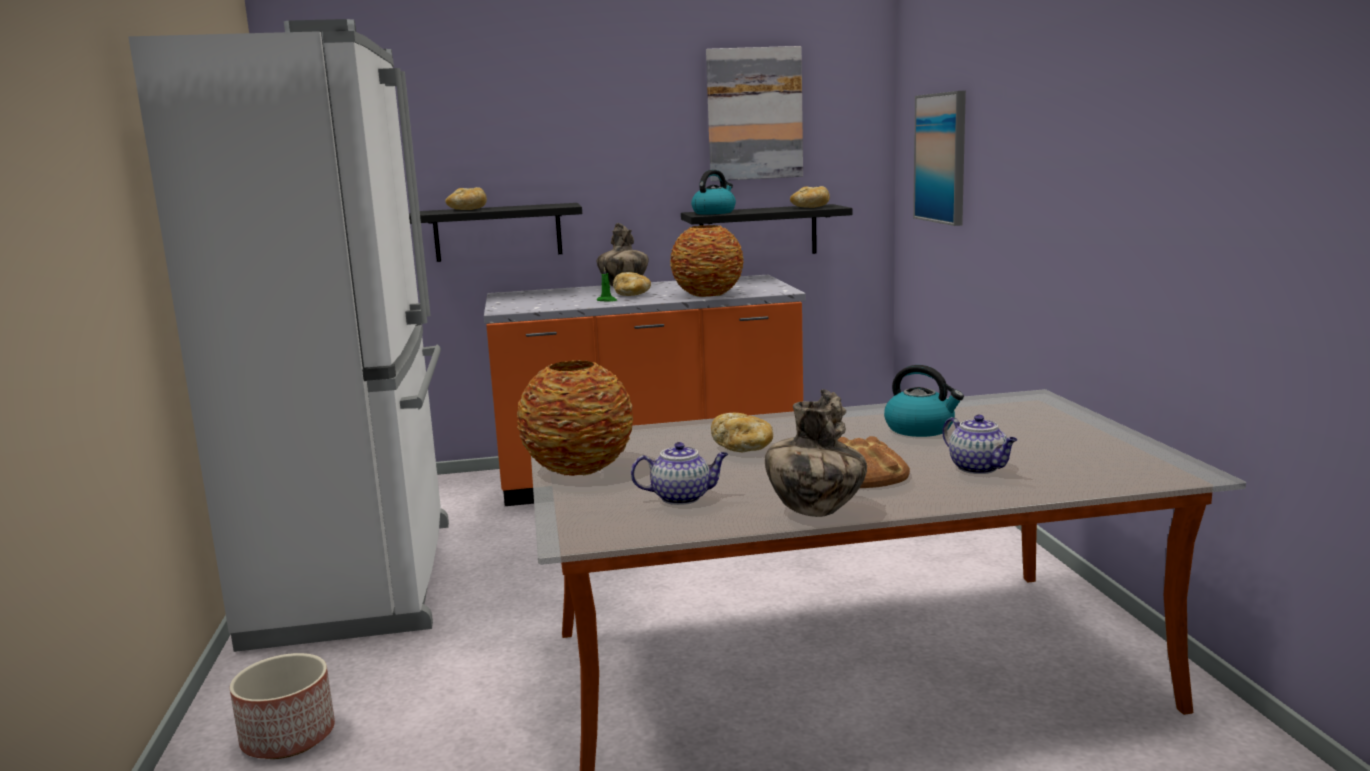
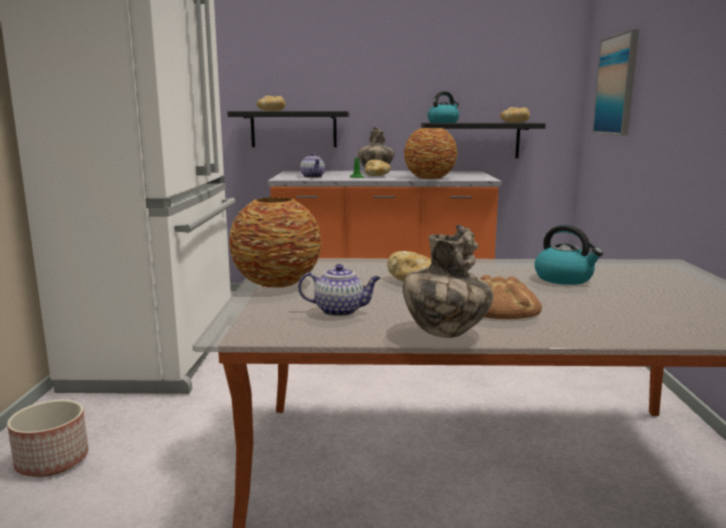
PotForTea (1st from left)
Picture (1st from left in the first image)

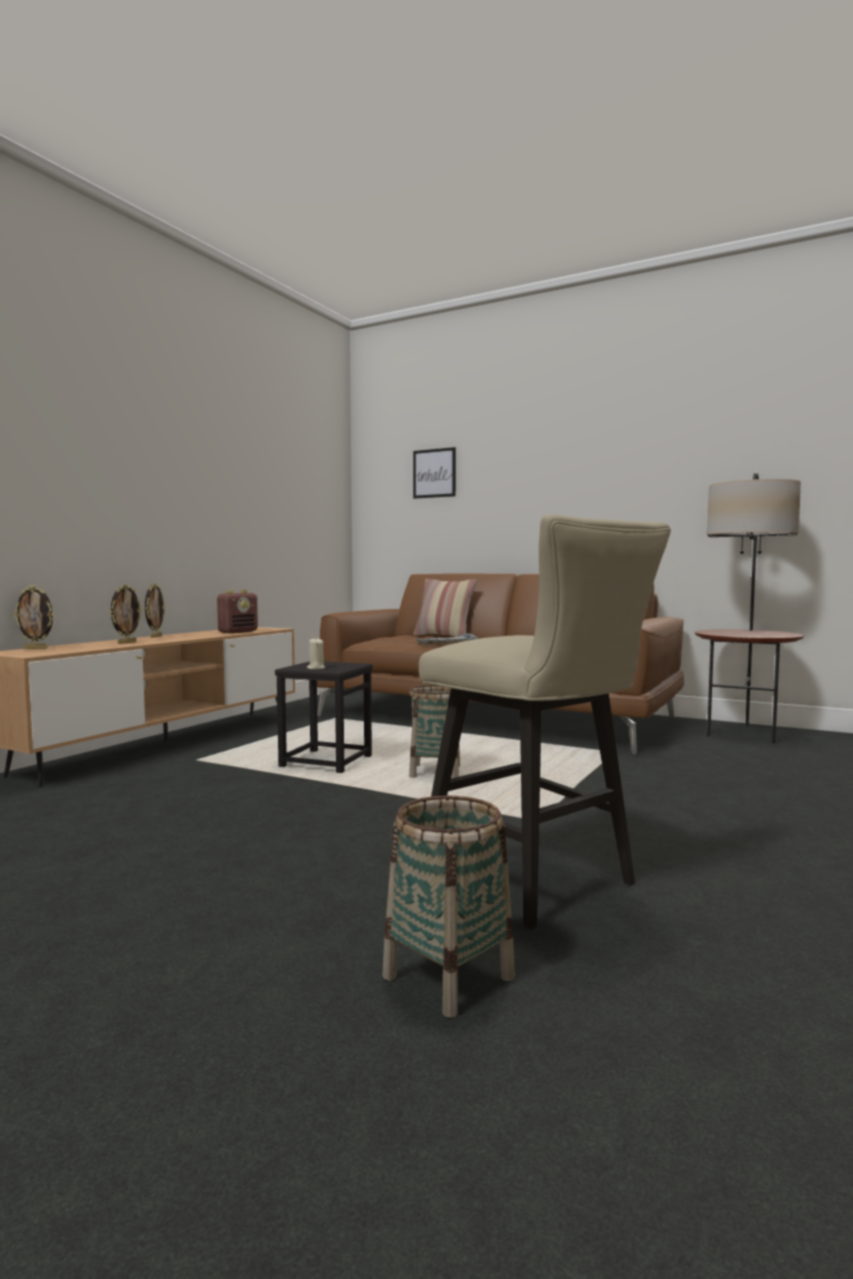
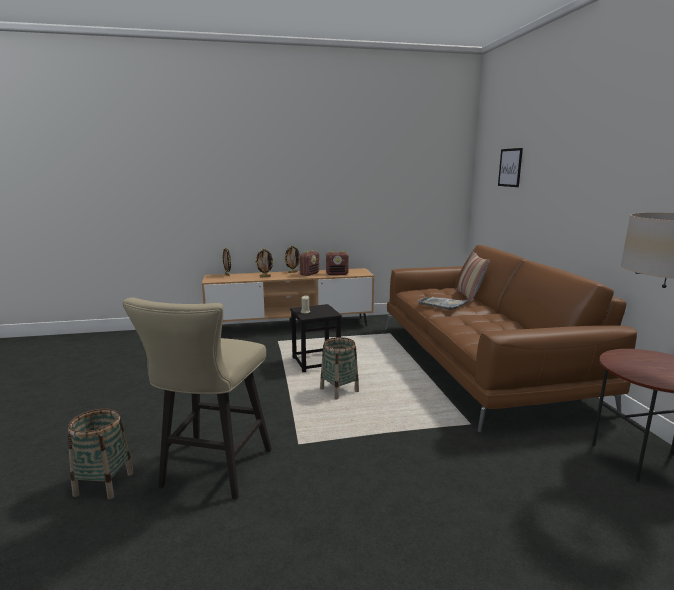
Radio (1st from left)

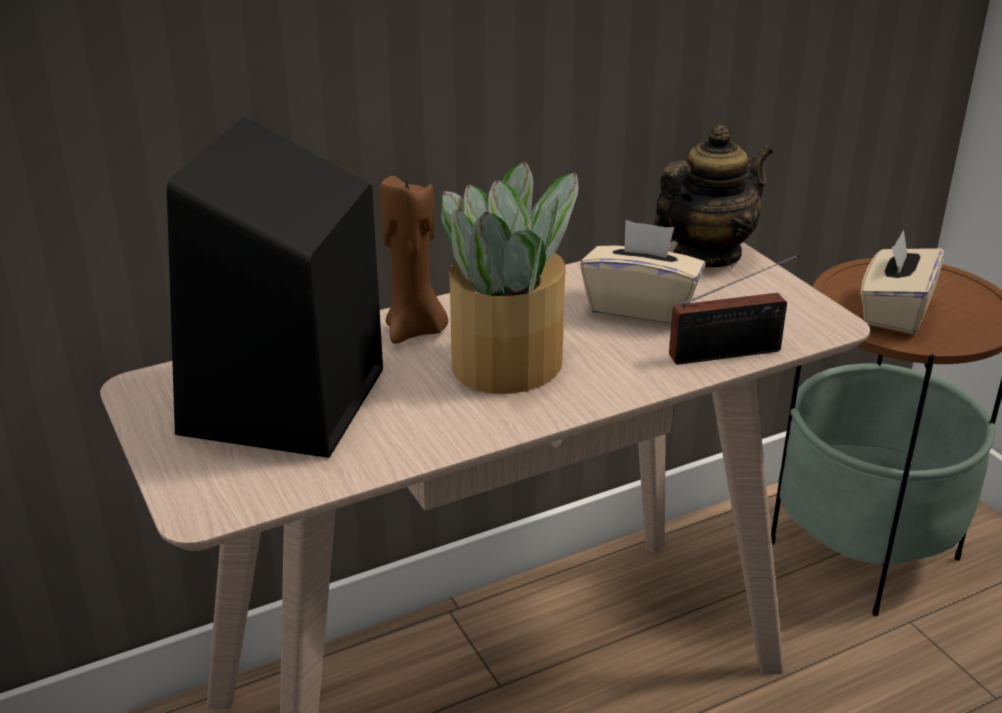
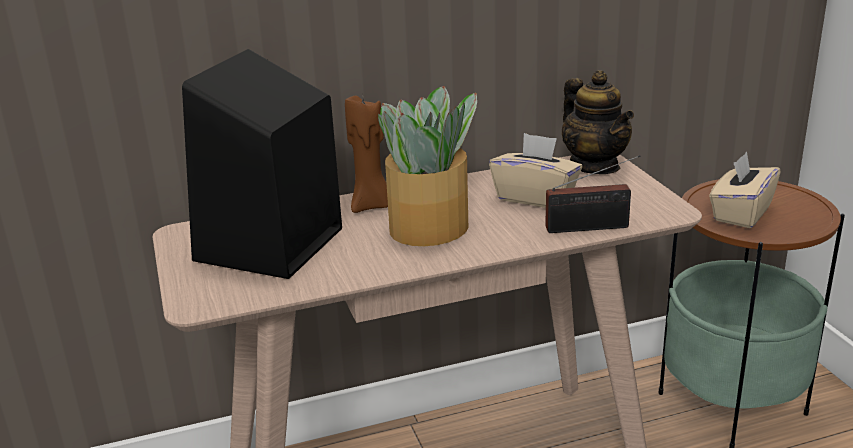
PotForTea

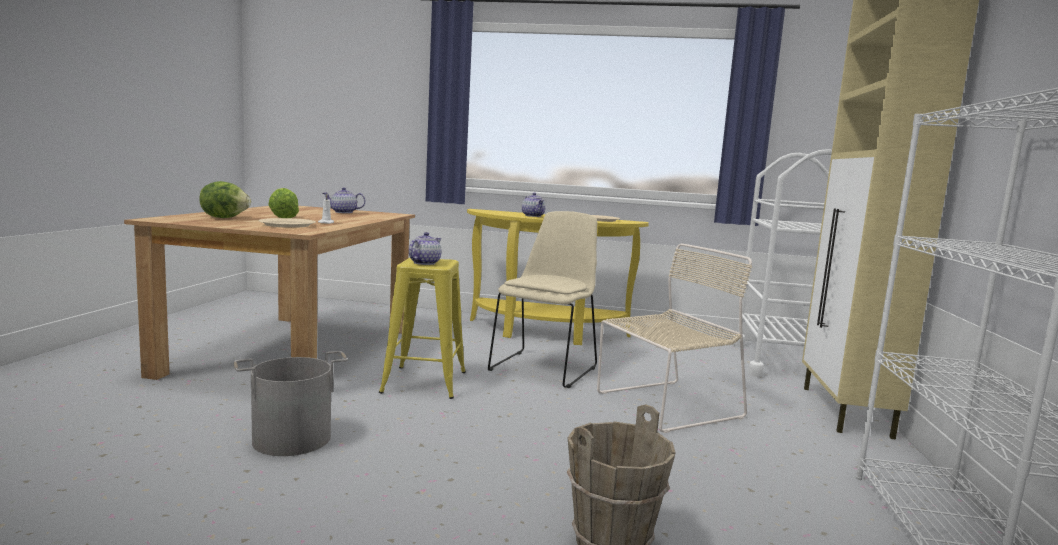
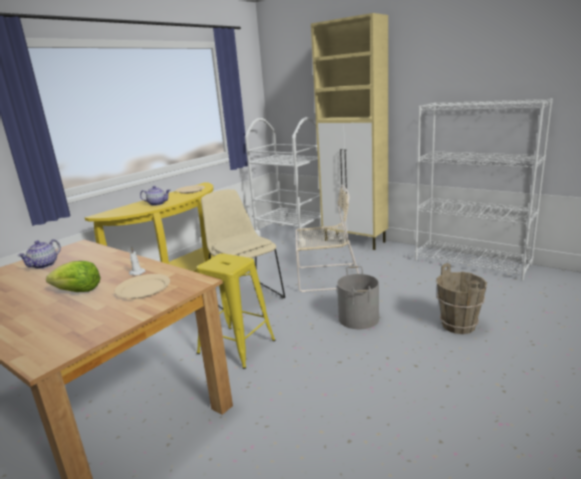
BeigeUprightChair (2nd from left)
GrayBucket
LettuceHead (1st from left in the first image)
PotForTea (2nd from left in the first image)

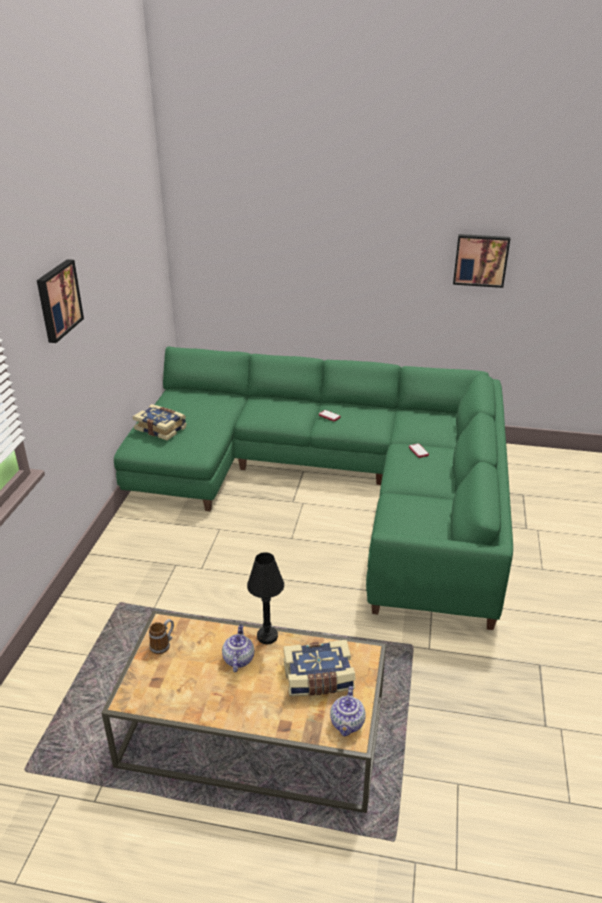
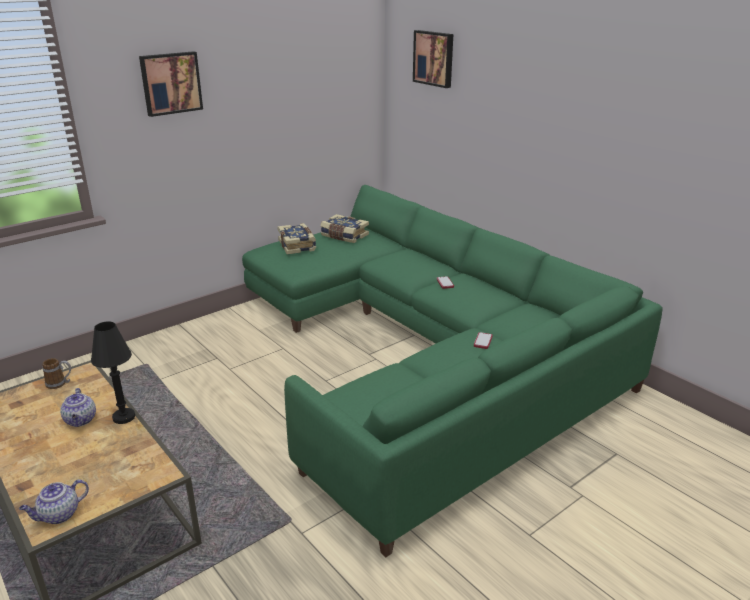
PotForTea (2nd from left)
Volume (2nd from left)
Picture (2nd from left)

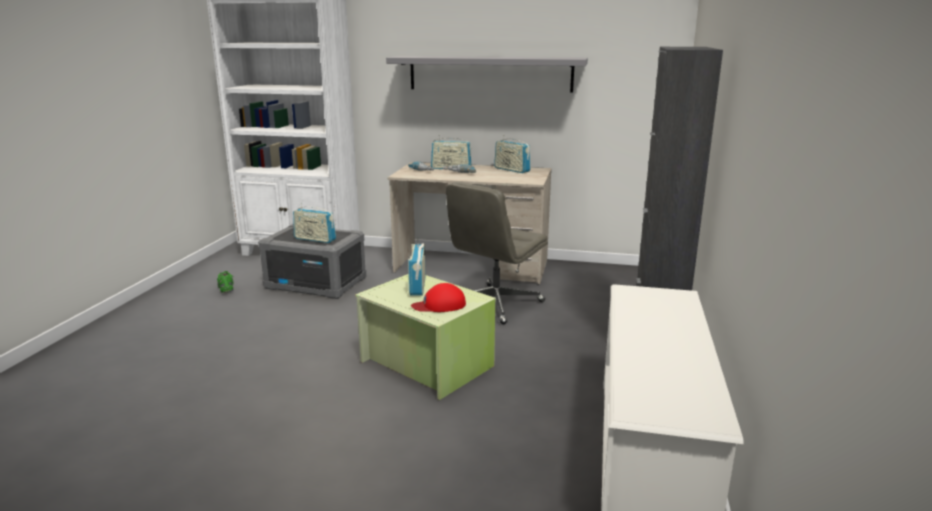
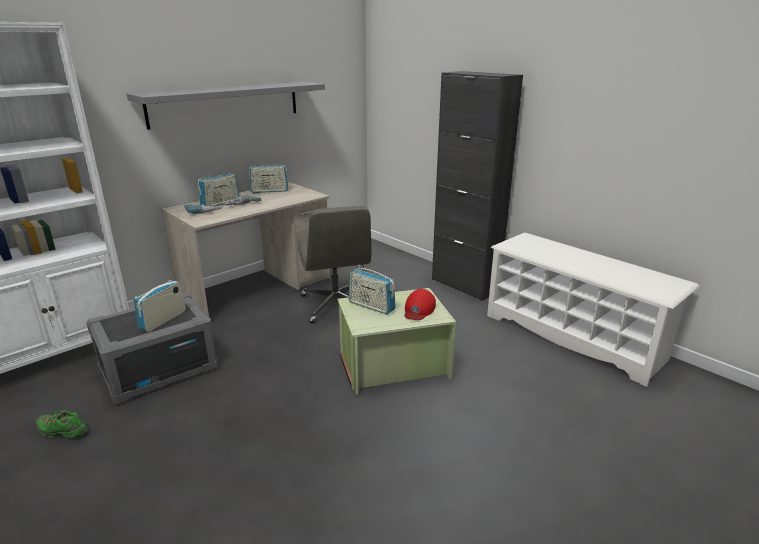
Radio (1st from left)

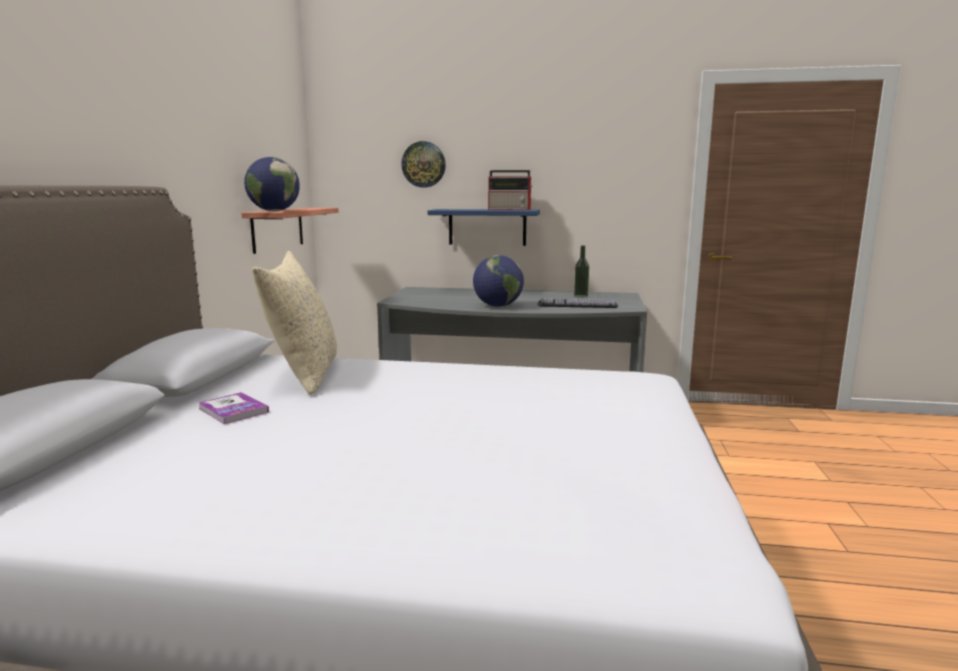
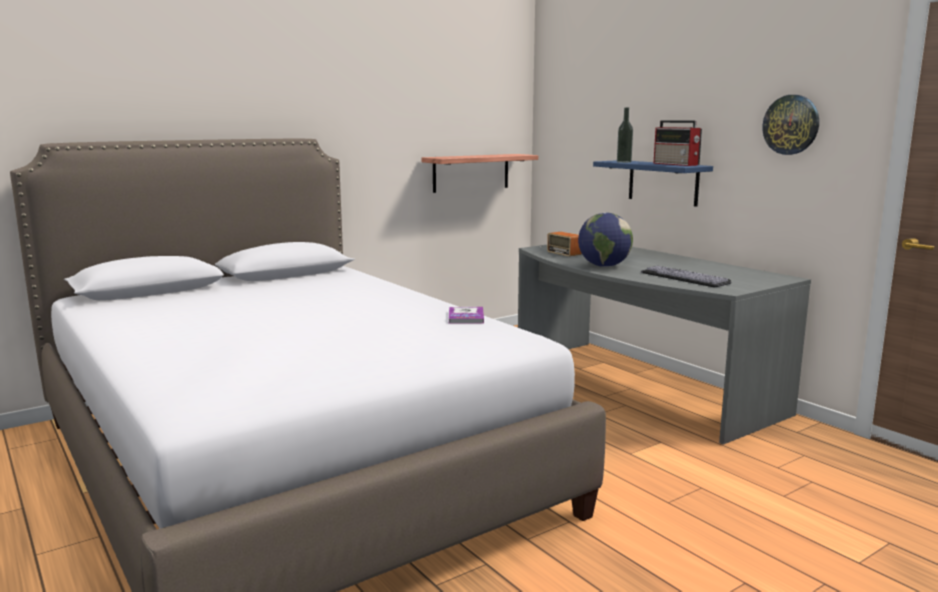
Volume
Radio (1st from left)
Bottle
HangingClock
Globe (1st from left in the first image)
BeigeCushion

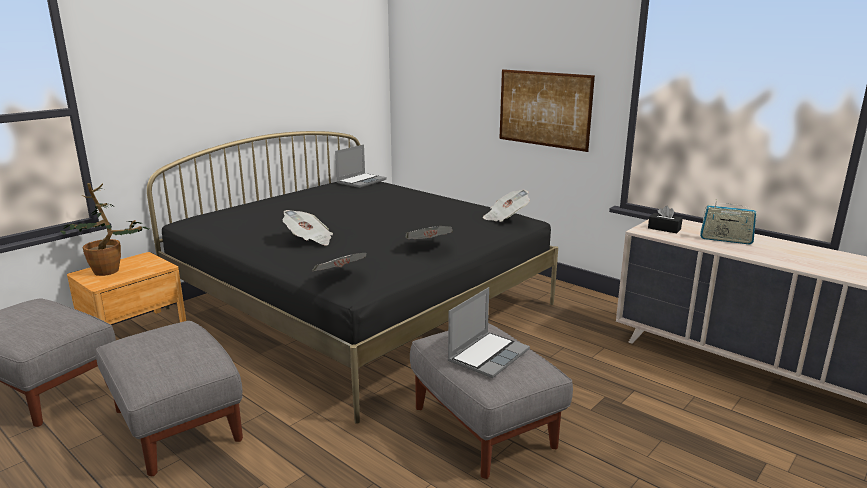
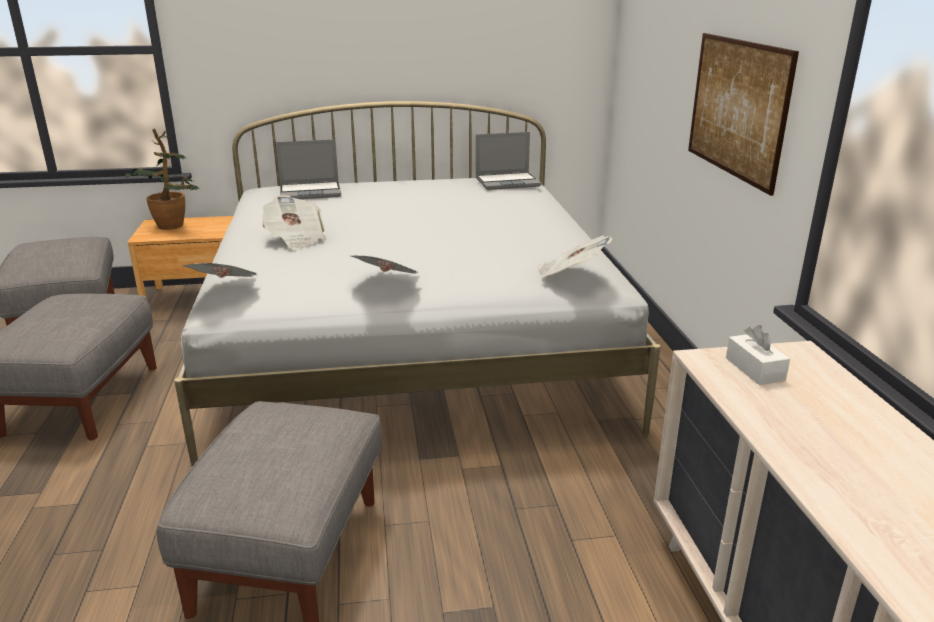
WhitishSleepingBed
PortableComputer (1st from left)
WhitishTissueHolder
Radio

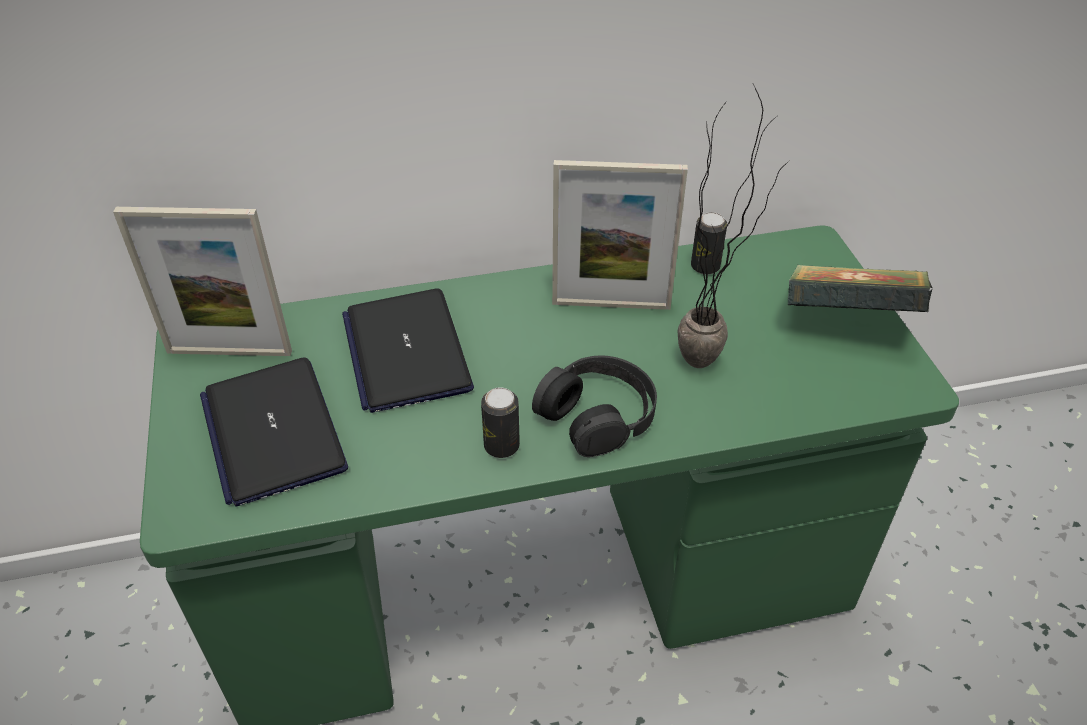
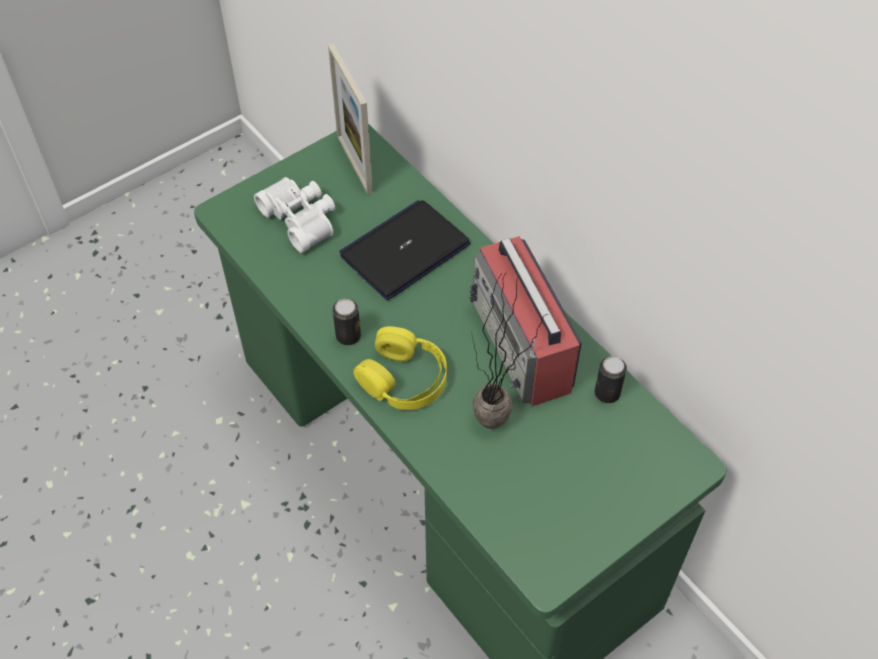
WhitishBinoculars
YellowishPairOfHeadphones
Radio
Volume

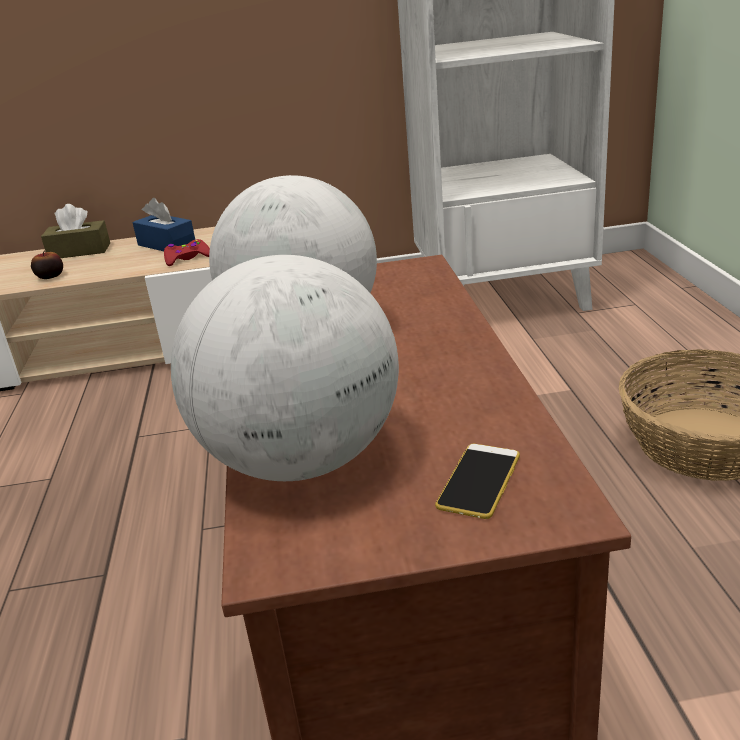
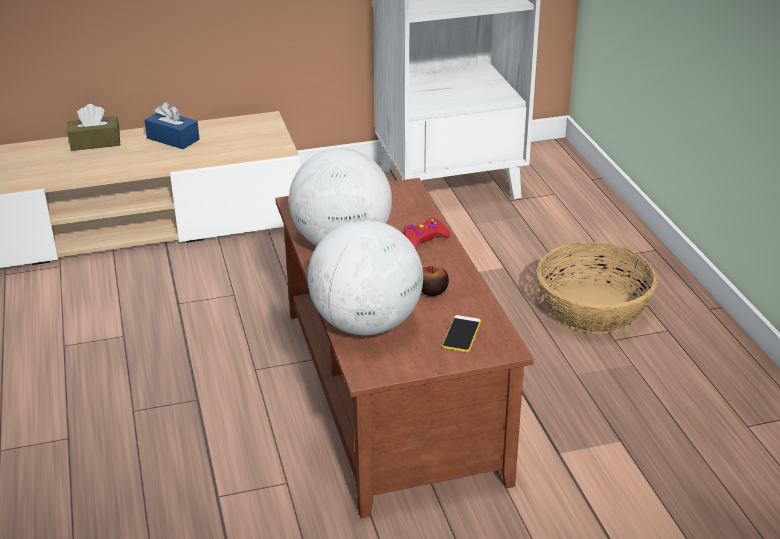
ReddishJoypad
AppleFruit

